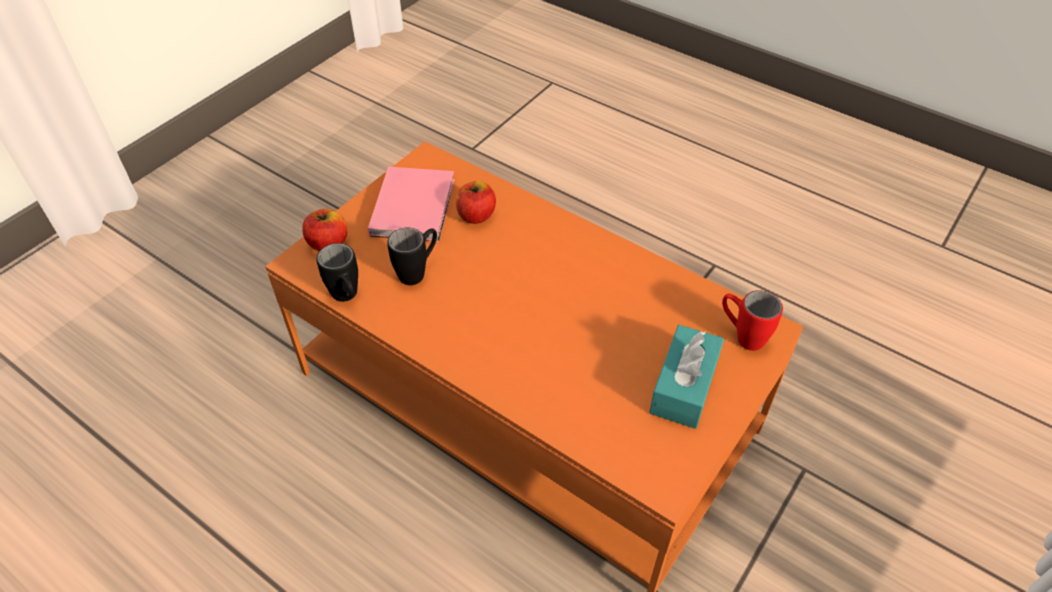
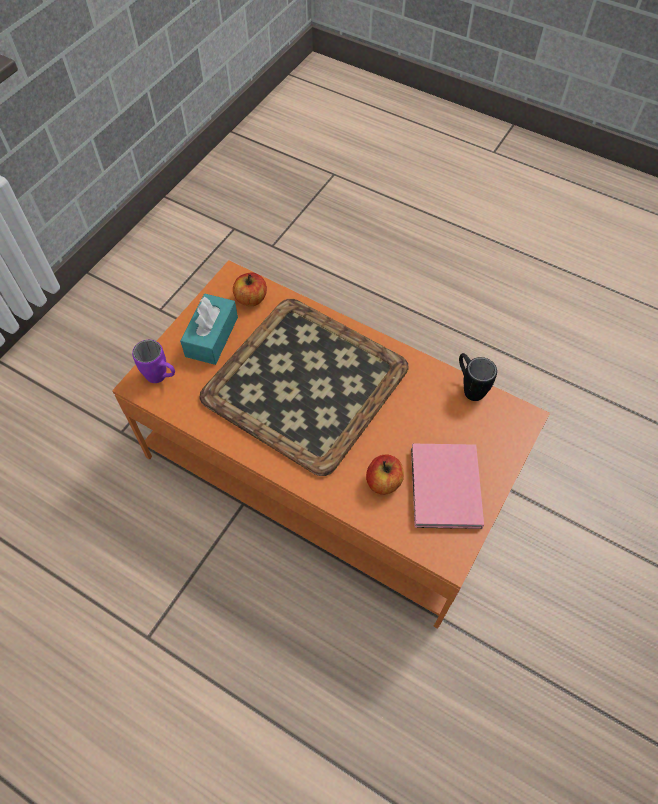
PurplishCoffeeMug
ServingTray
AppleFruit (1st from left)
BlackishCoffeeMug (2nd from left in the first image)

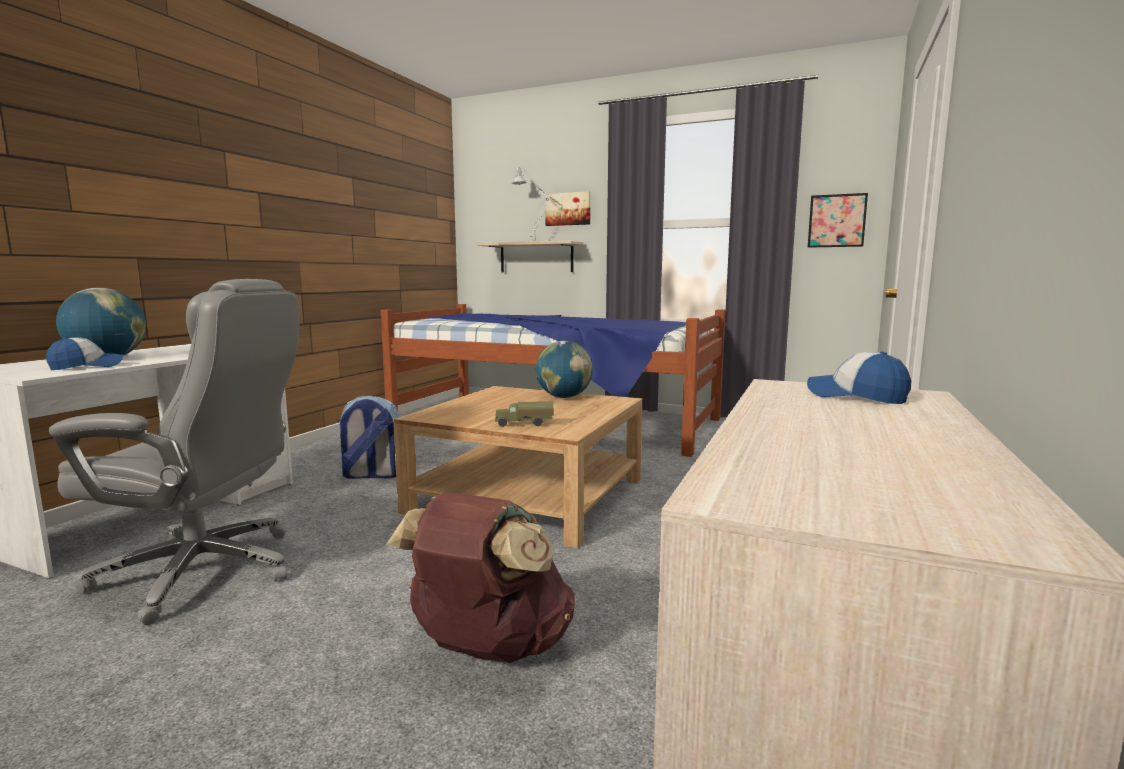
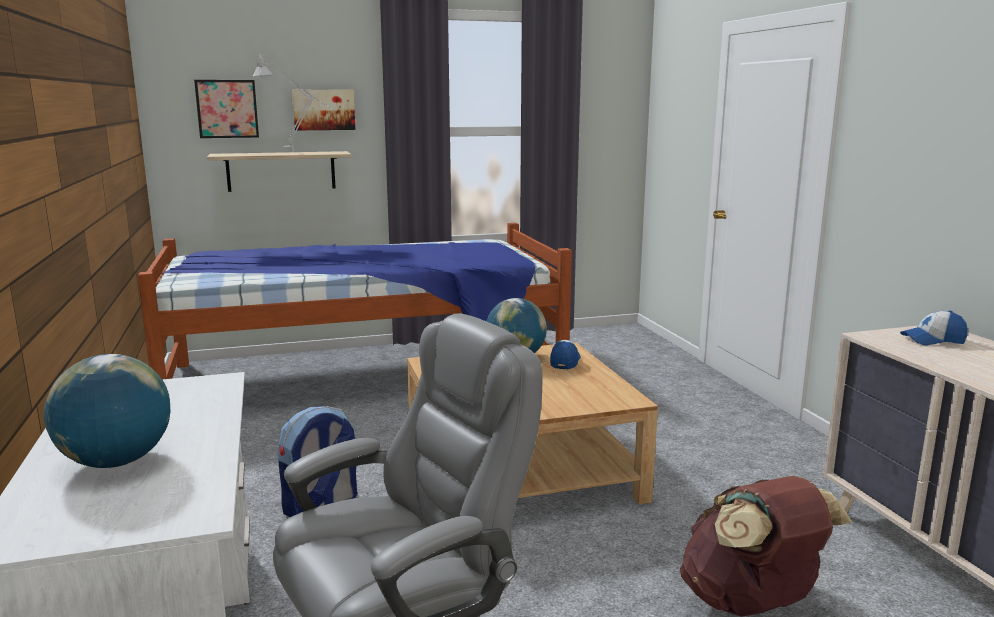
Picture (1st from left)
PeakedCap (1st from left)
ModelTruck

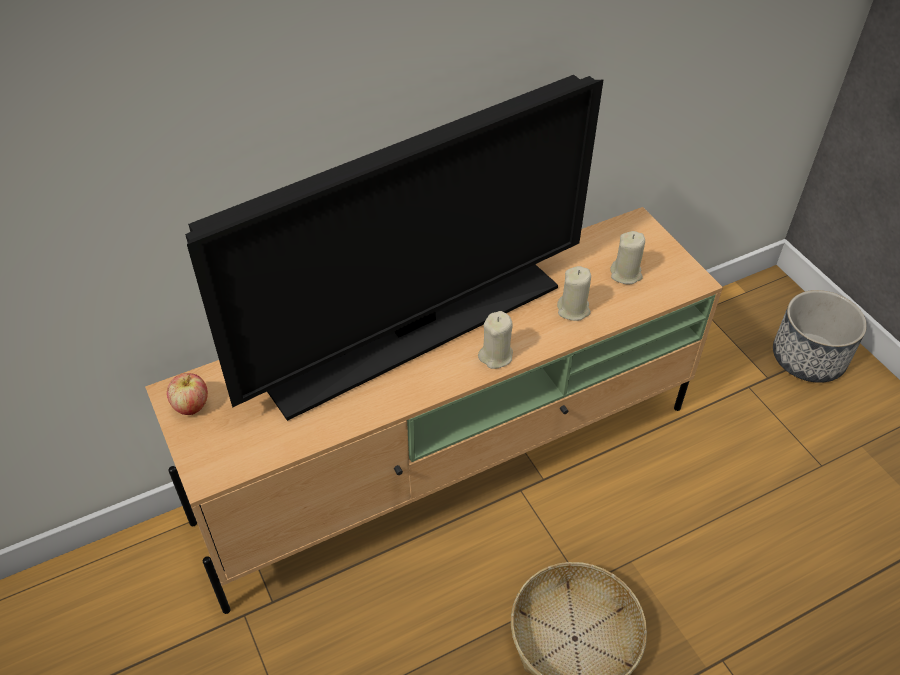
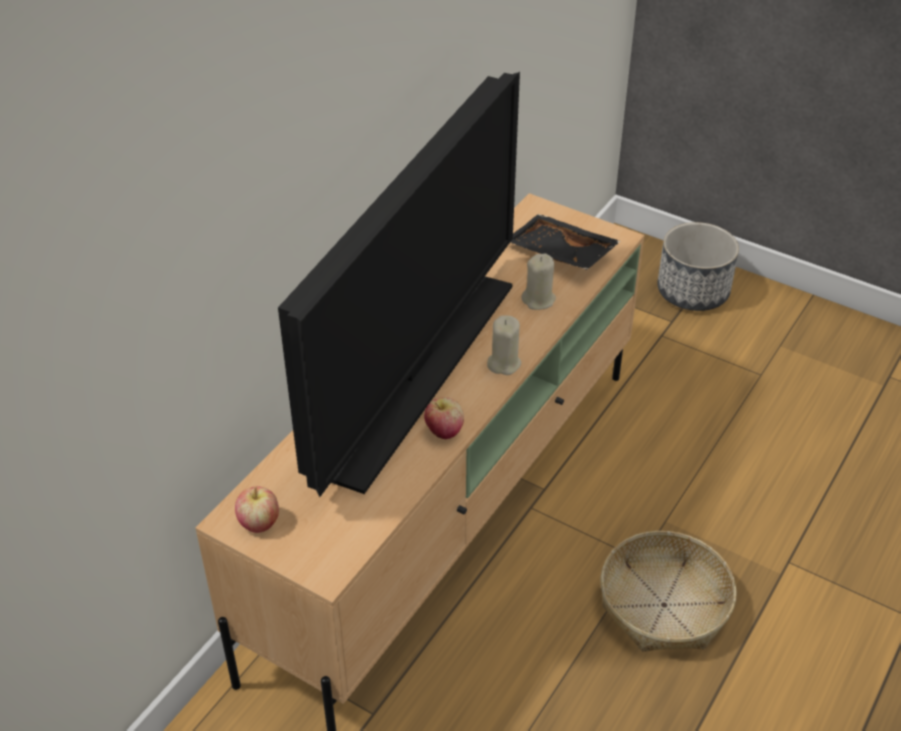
AppleFruit (2nd from left)
BlackishServingTray

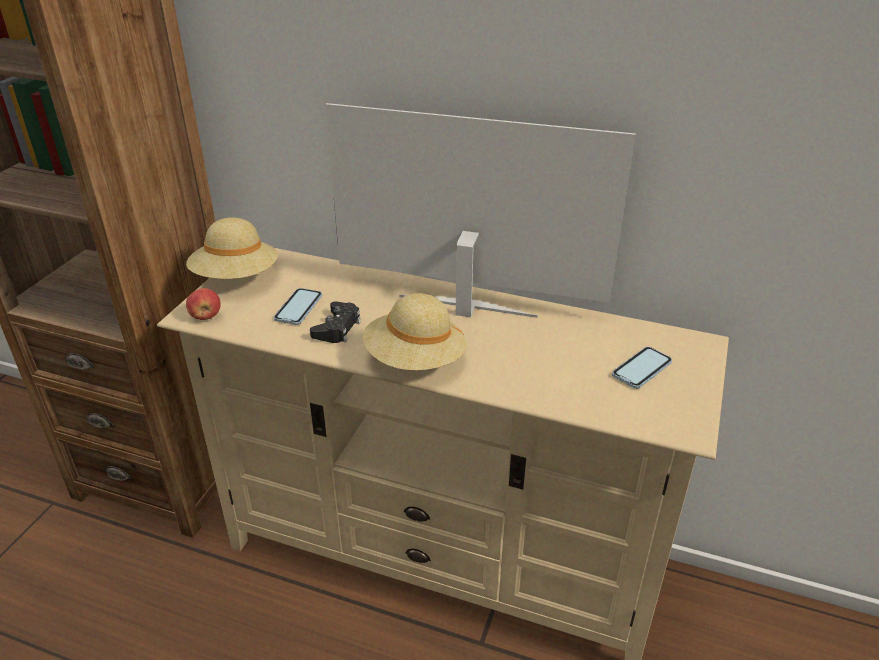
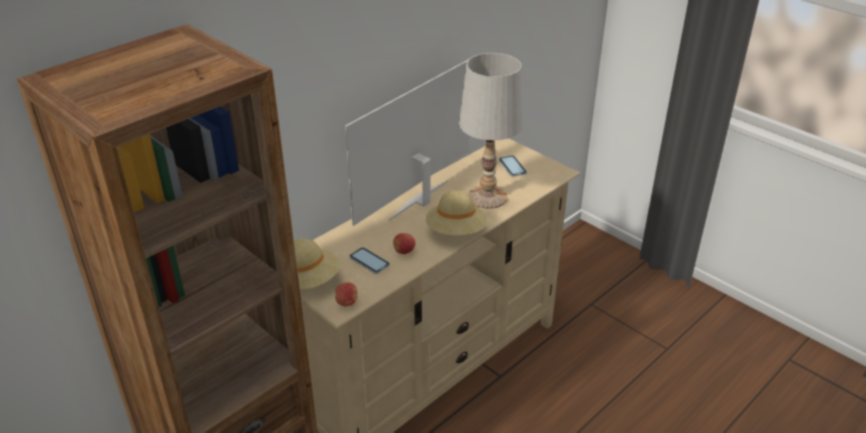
AppleFruit (2nd from left)
WhitishLampForATable

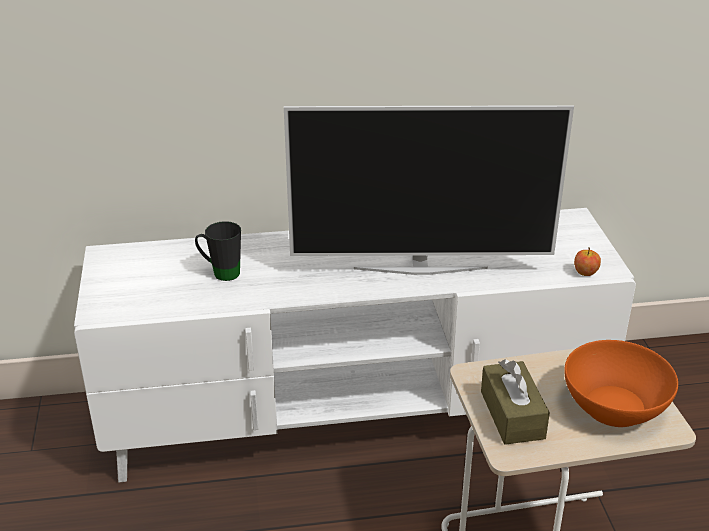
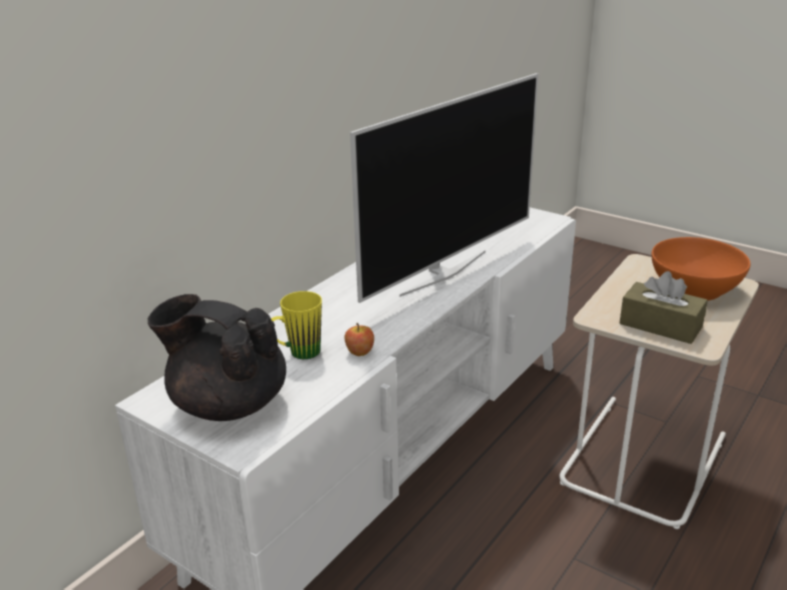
BlackishPotForTea
YellowishCoffeeMug
AppleFruit

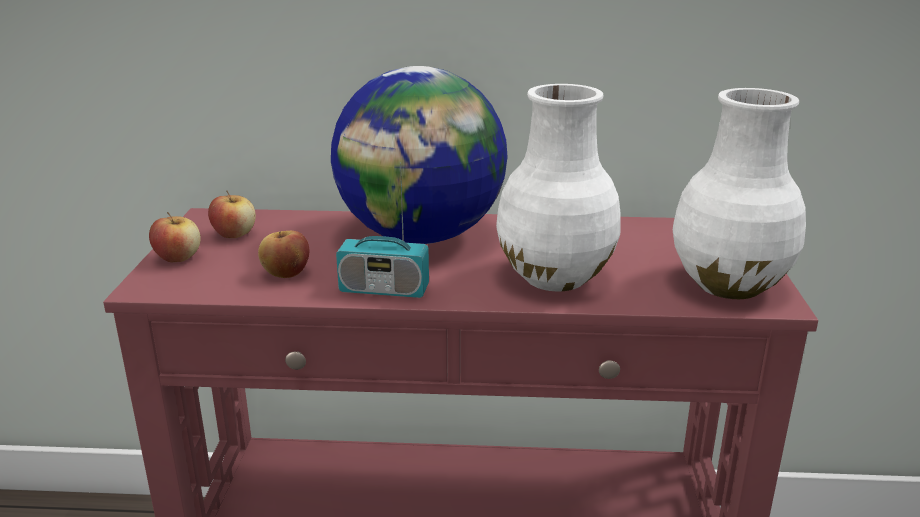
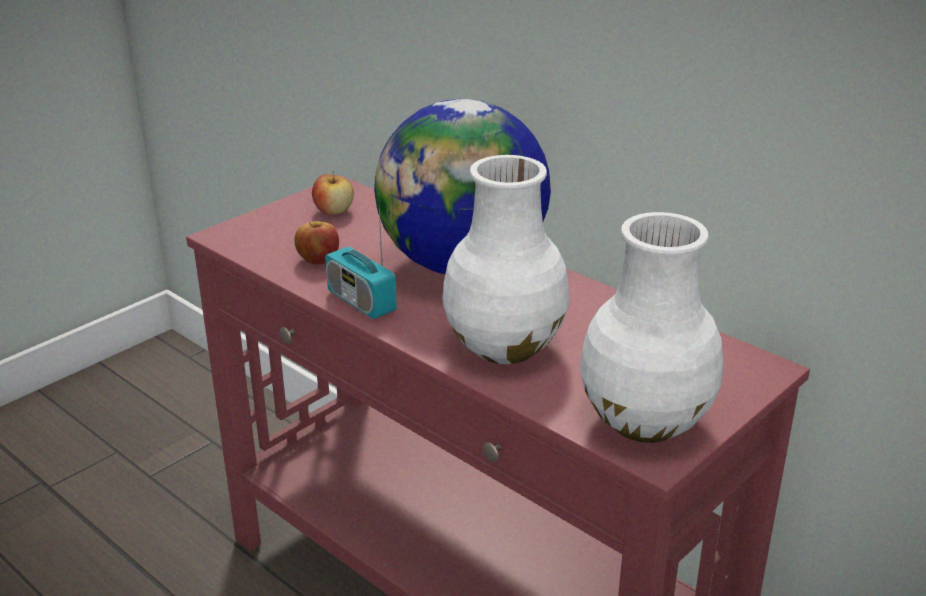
AppleFruit (1st from left in the first image)

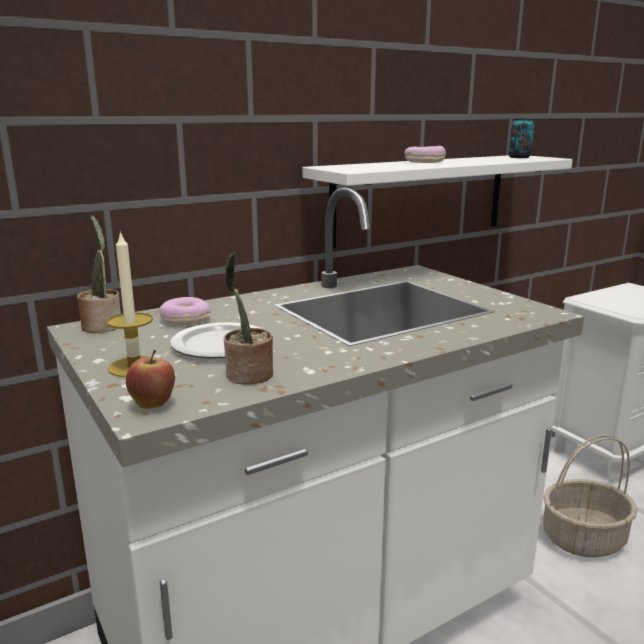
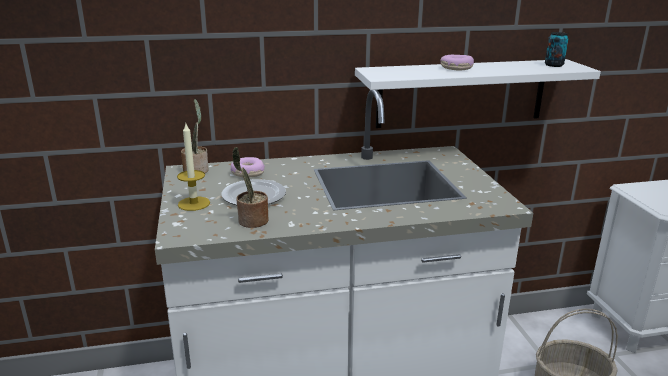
AppleFruit

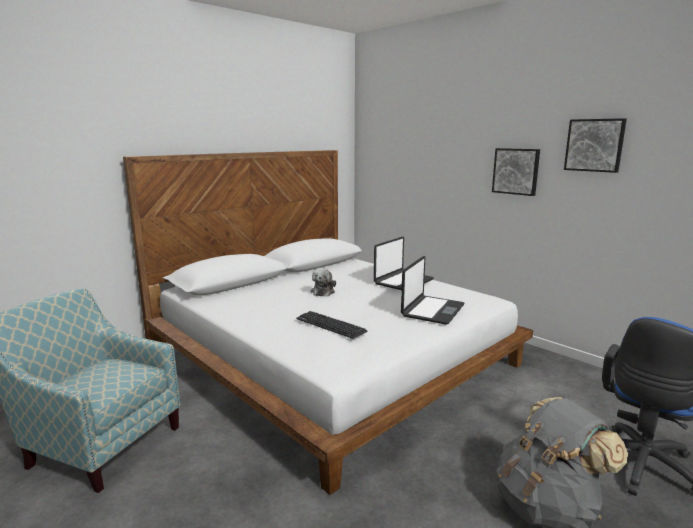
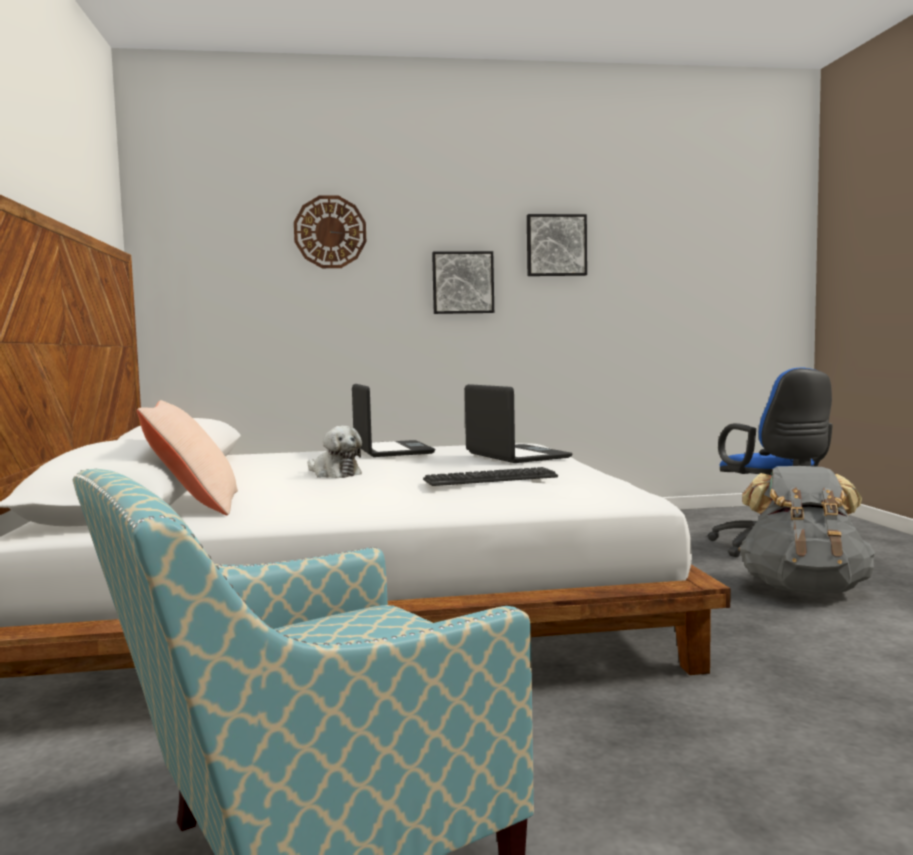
BeigeCushion
HangingClock

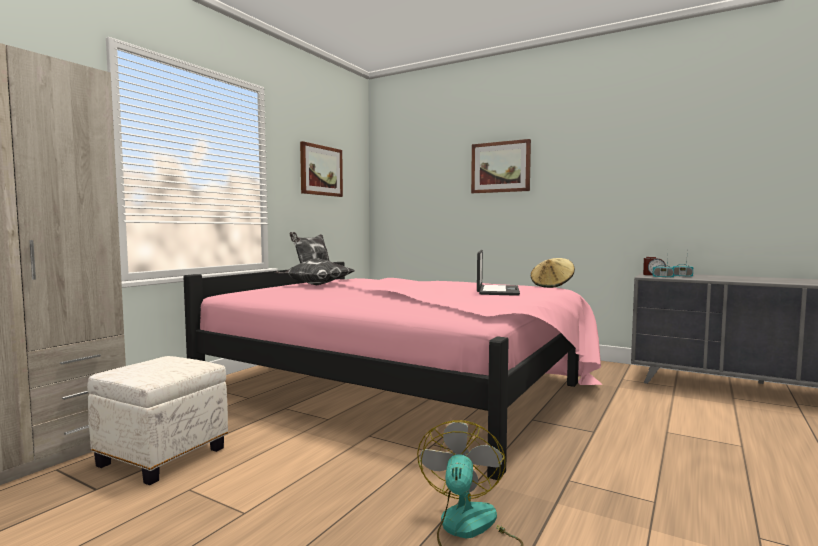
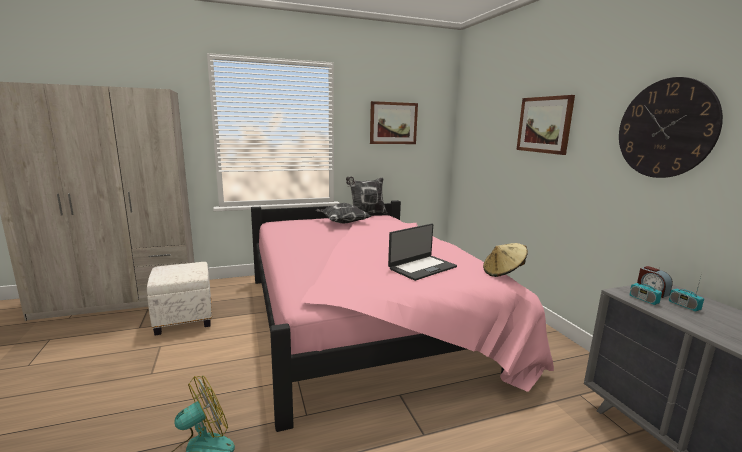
HangingClock

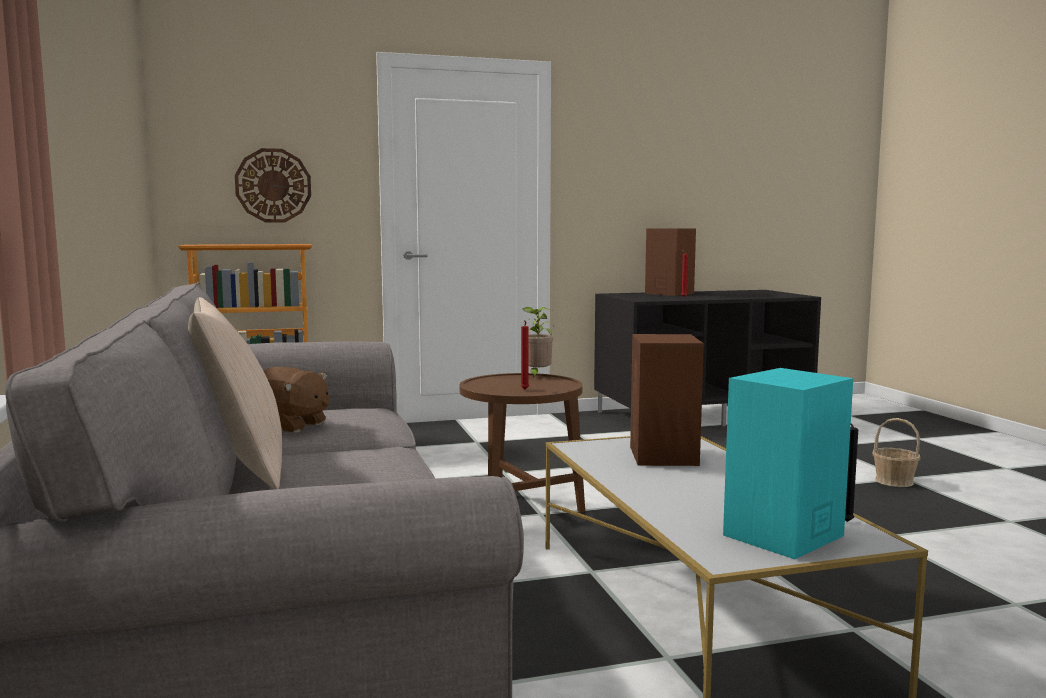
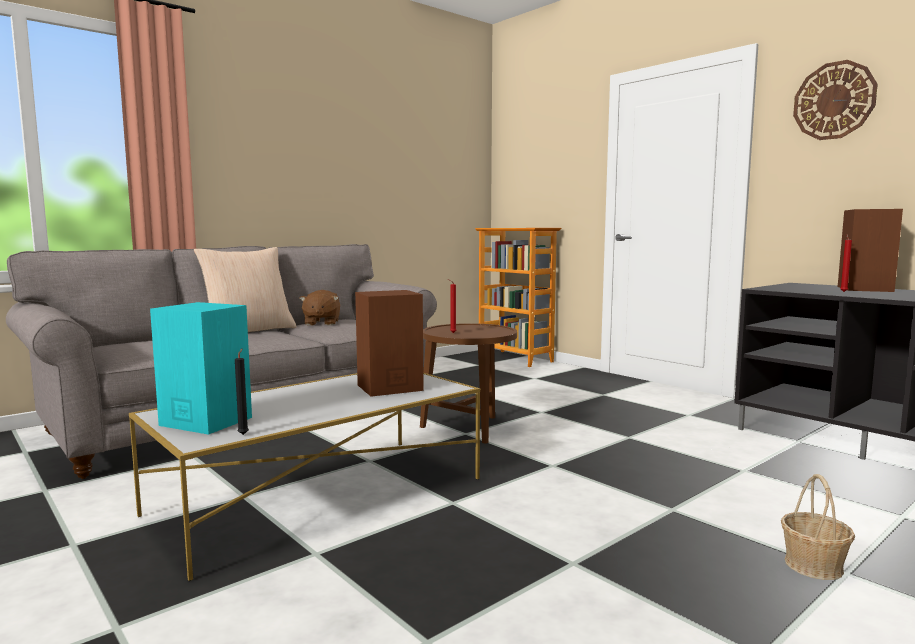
HangingClock
PlantInAPot

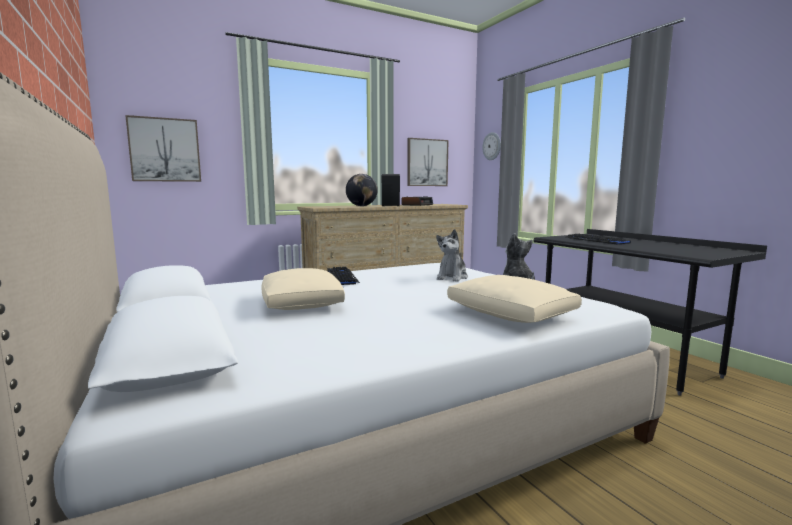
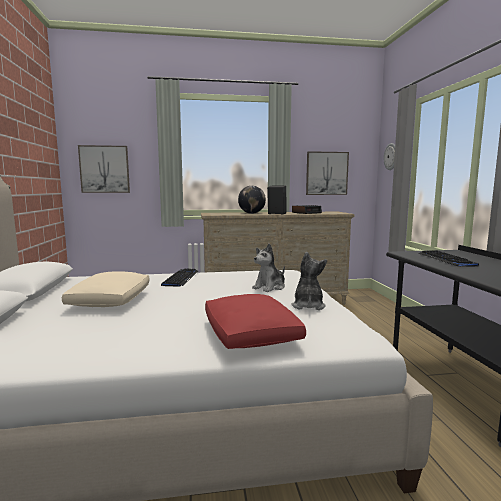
ReddishCushion

